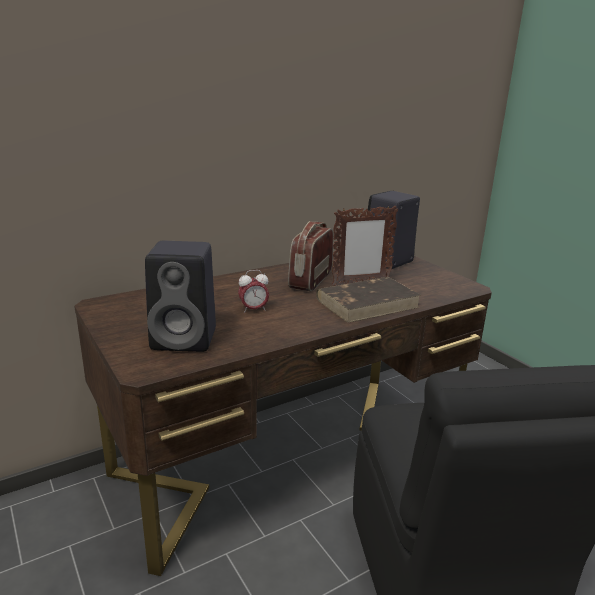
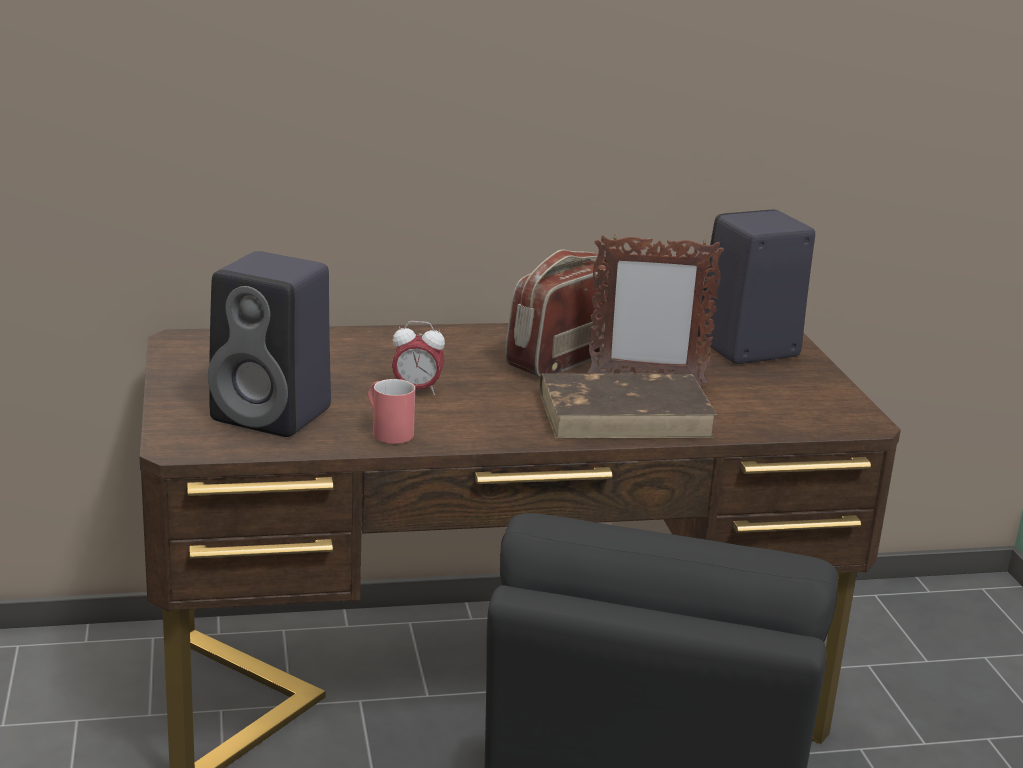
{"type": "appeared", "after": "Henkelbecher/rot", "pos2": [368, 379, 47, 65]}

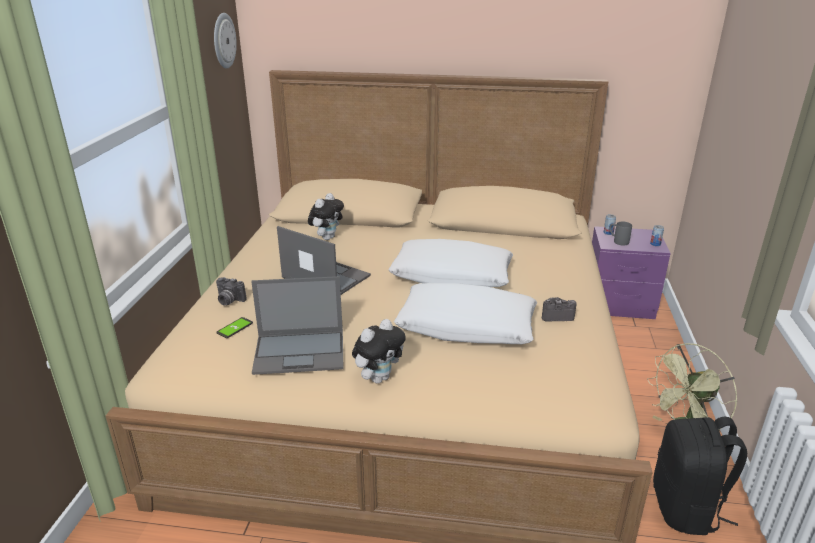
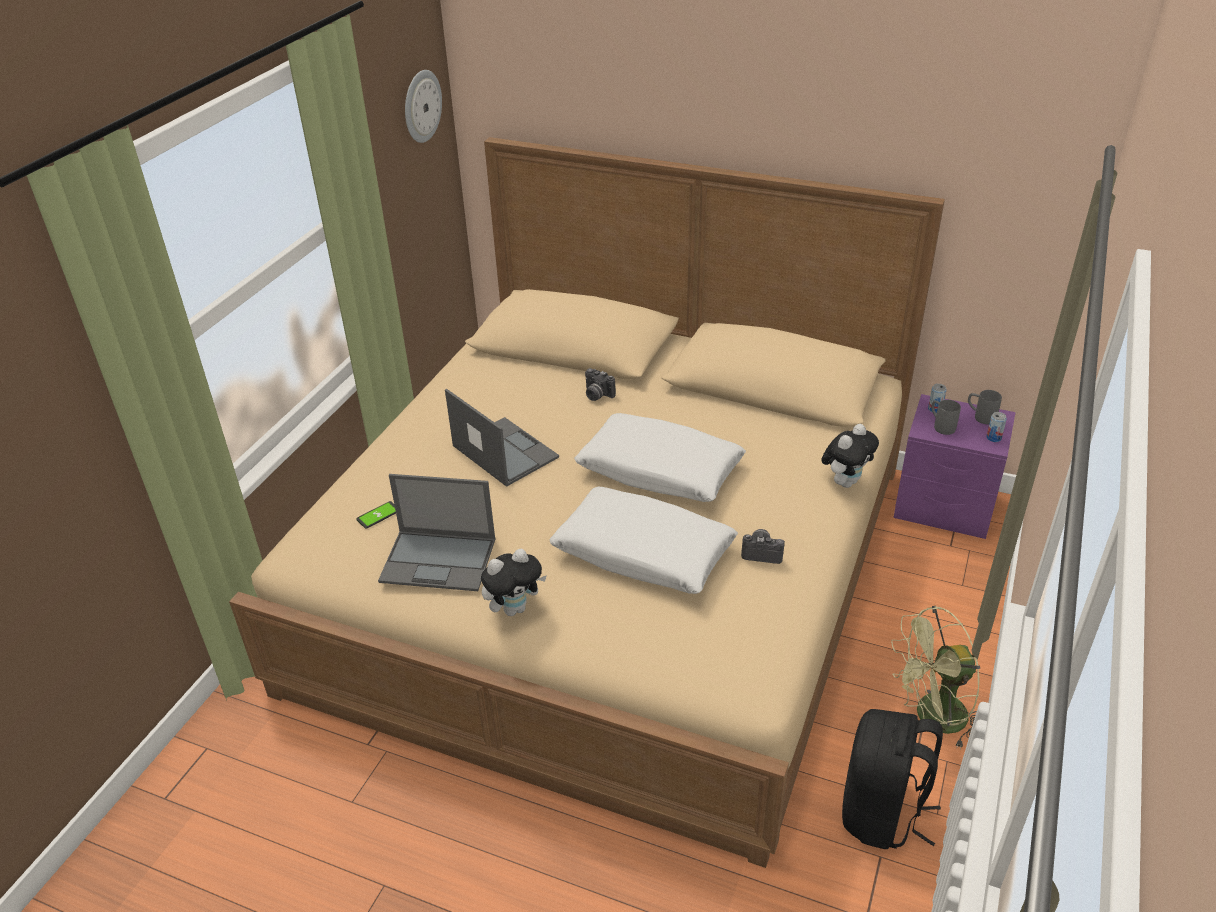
{"type": "relocated", "before": "Plüschtier", "pos1": [308, 193, 36, 47], "pos2": [821, 424, 58, 64]}
{"type": "relocated", "before": "Kamera", "pos1": [216, 277, 30, 29], "pos2": [585, 368, 31, 33]}
{"type": "appeared", "after": "Henkelbecher/grau", "pos2": [968, 390, 34, 34]}

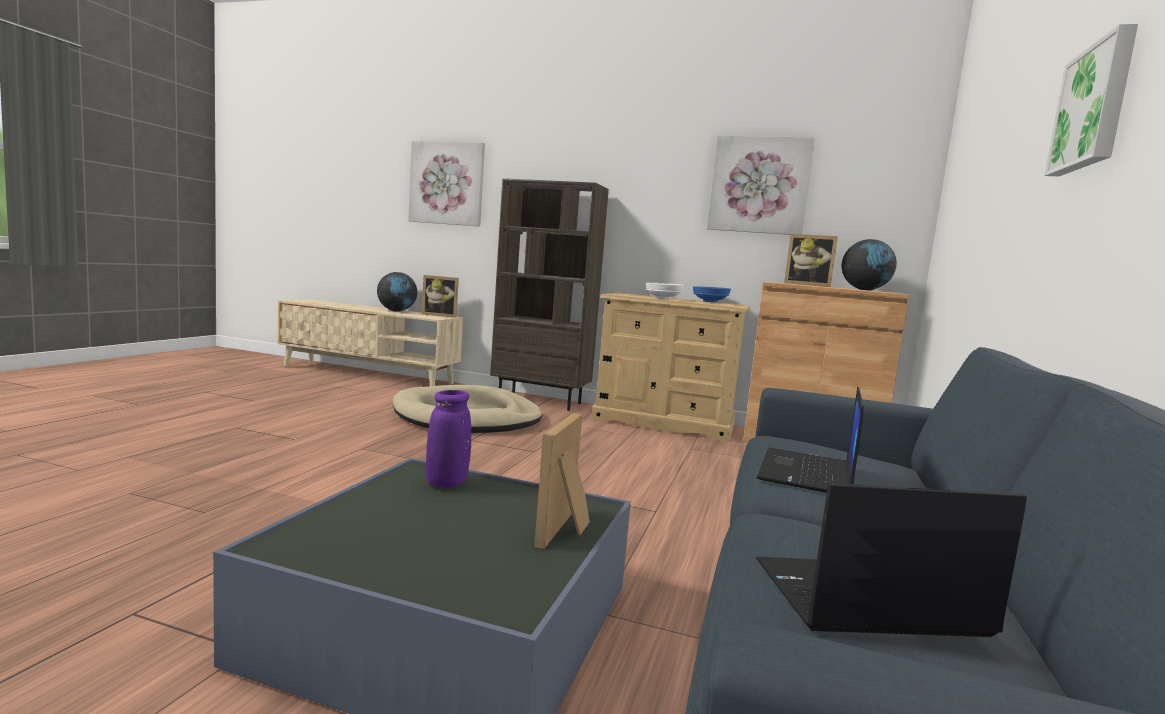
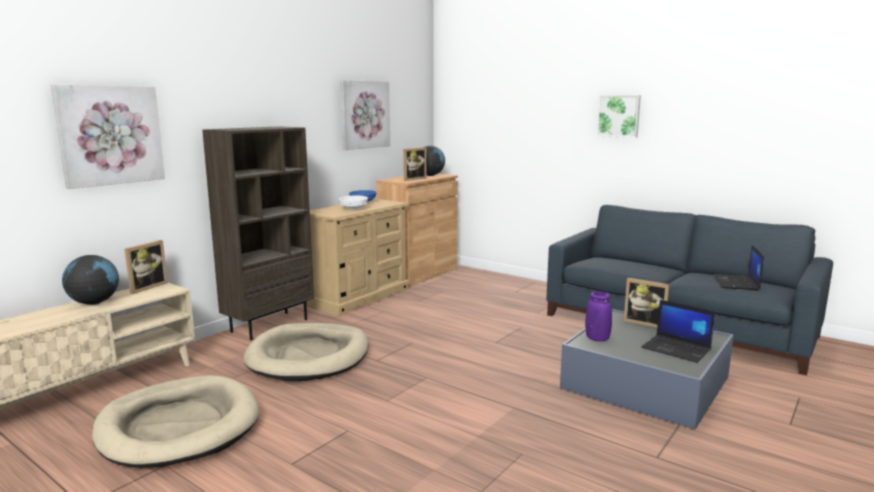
{"type": "relocated", "before": "Laptop", "pos1": [756, 387, 108, 106], "pos2": [641, 300, 74, 63]}
{"type": "appeared", "after": "Hundebett/beige", "pos2": [92, 375, 167, 93]}

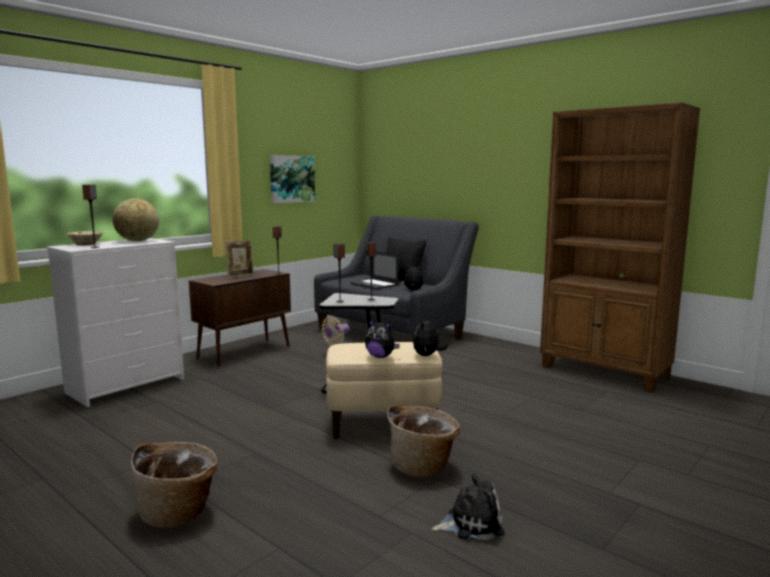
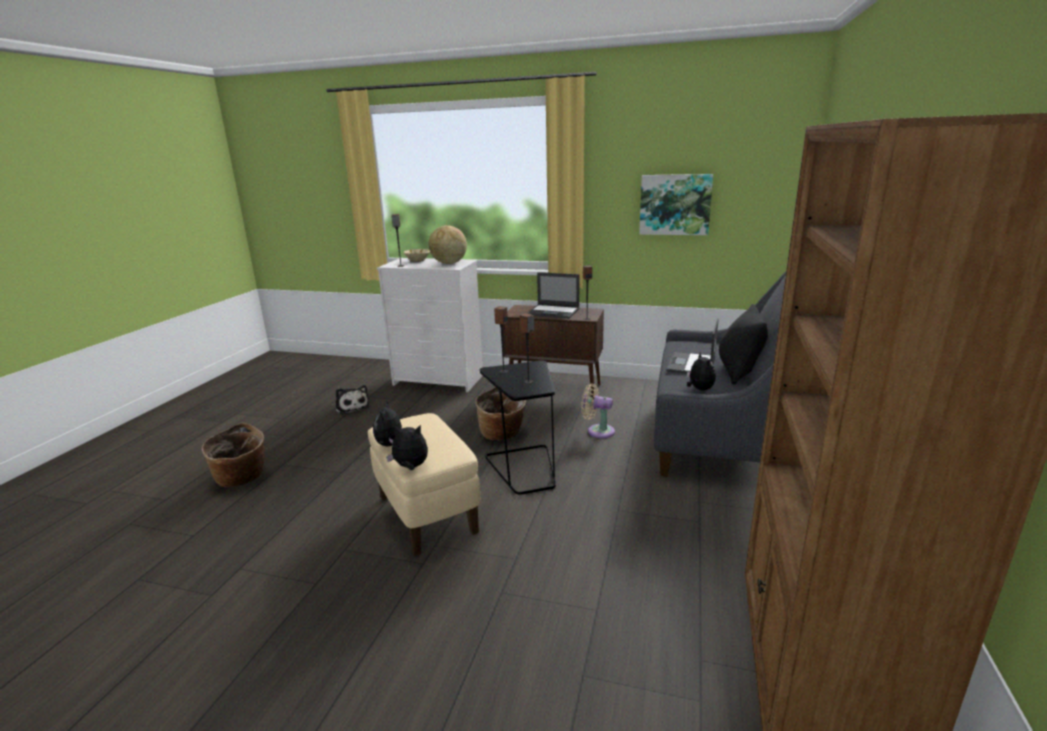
{"type": "exchanged", "before": "Bilderrahmen", "after": "Laptop", "pos1": [225, 240, 29, 38], "pos2": [527, 272, 52, 47]}
{"type": "relocated", "before": "Korb", "pos1": [387, 405, 73, 72], "pos2": [475, 387, 51, 53]}
{"type": "relocated", "before": "Plüschtier", "pos1": [431, 474, 74, 67], "pos2": [335, 385, 35, 30]}

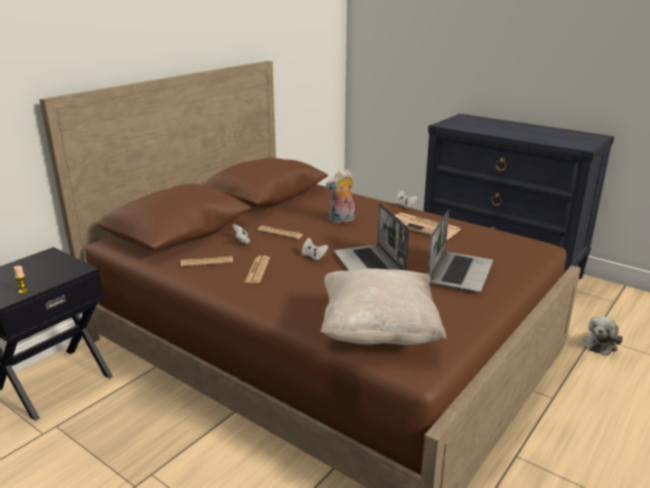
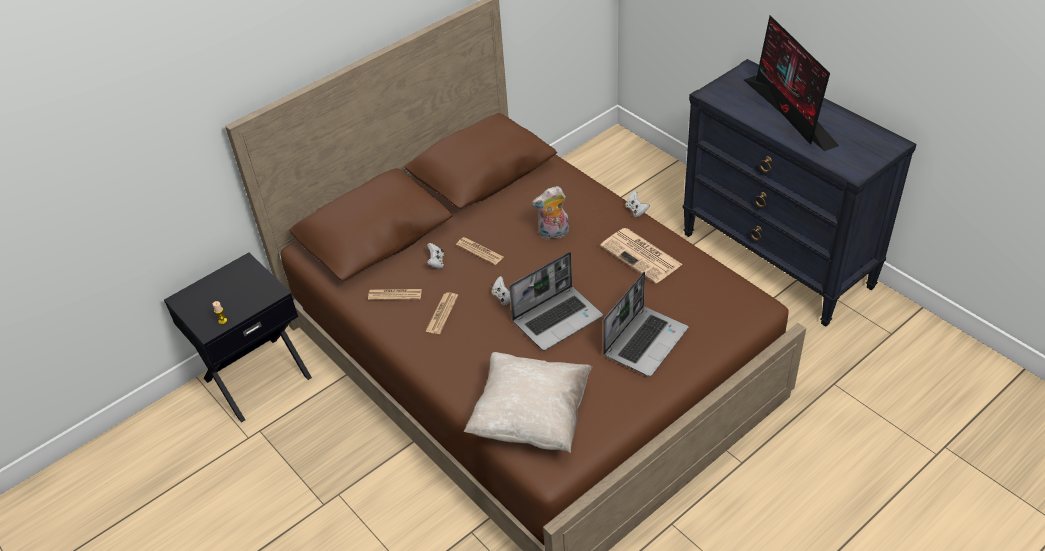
{"type": "spun", "before": "Laptop", "pos1": [334, 203, 75, 68], "pos2": [509, 252, 94, 99], "turn": -120}
{"type": "missing", "before": "Plüschtier", "pos1": [583, 316, 40, 40]}
{"type": "appeared", "after": "Monitor", "pos2": [744, 15, 95, 136]}

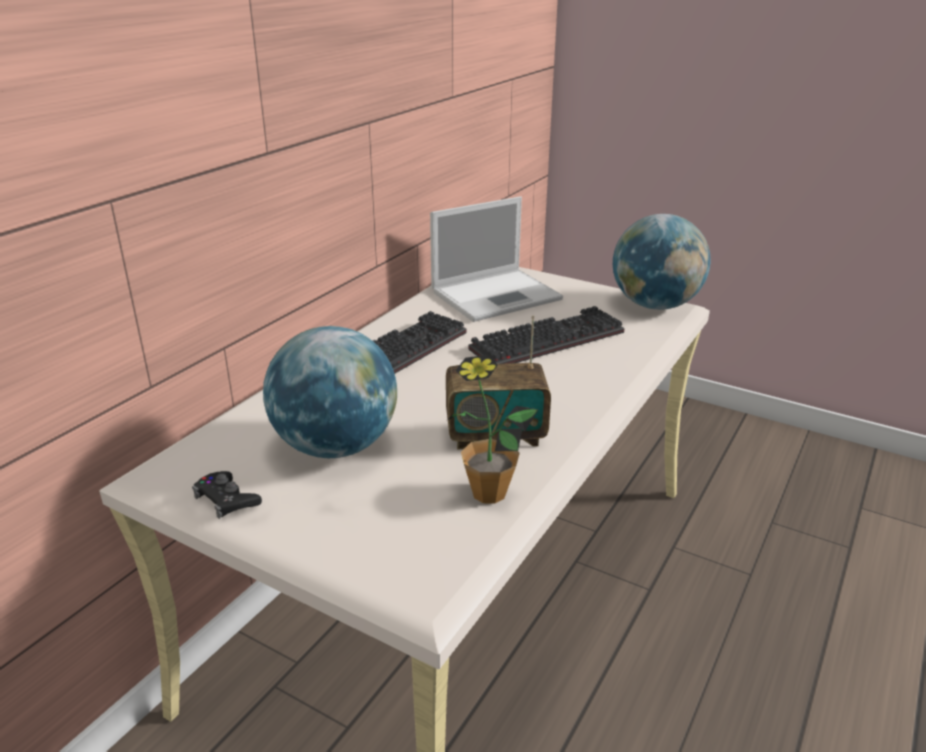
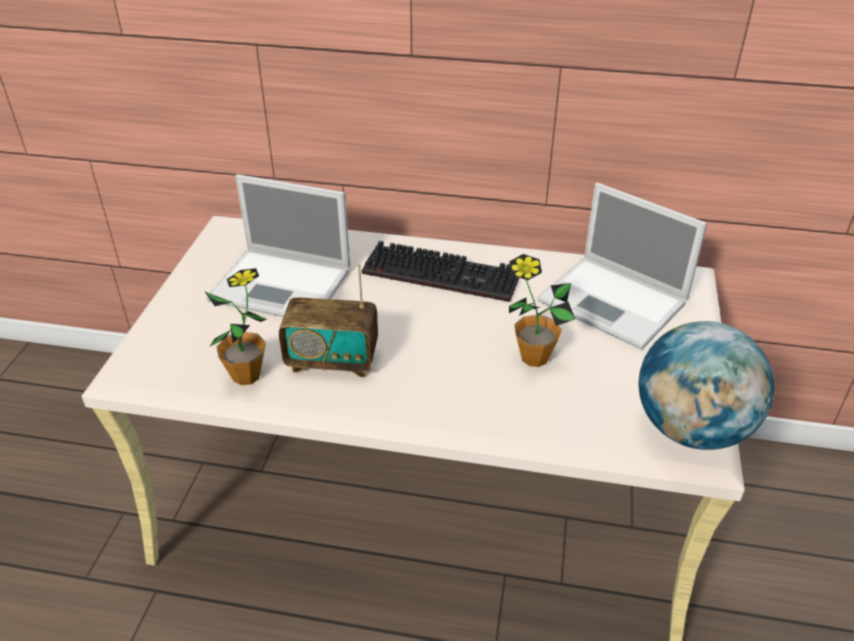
{"type": "exchanged", "before": "Tastatur", "after": "Topfpflanze", "pos1": [468, 306, 157, 58], "pos2": [509, 254, 66, 113]}
{"type": "spun", "before": "Radio", "pos1": [446, 315, 105, 134], "pos2": [279, 264, 99, 113], "turn": -60}
{"type": "exchanged", "before": "Globus", "after": "Laptop", "pos1": [263, 326, 134, 132], "pos2": [206, 174, 144, 143]}
{"type": "missing", "before": "Gamepad/schwarz", "pos1": [192, 471, 70, 48]}

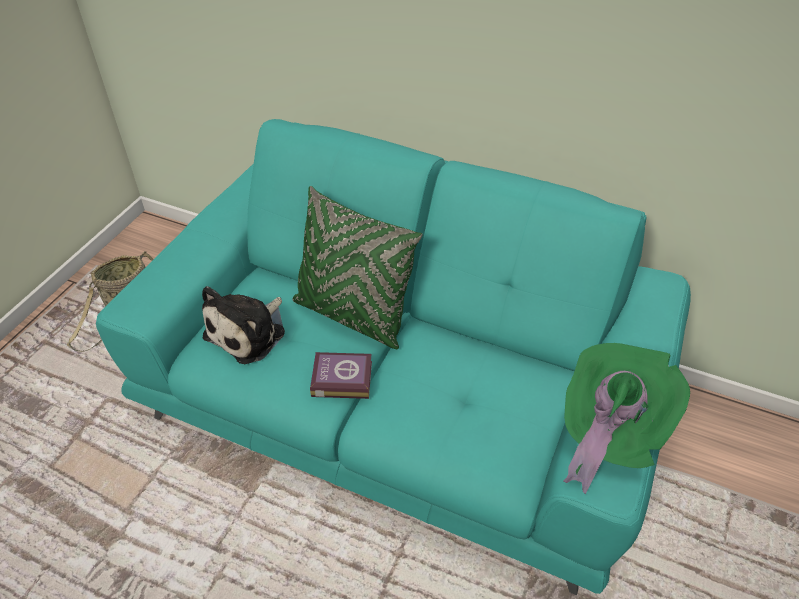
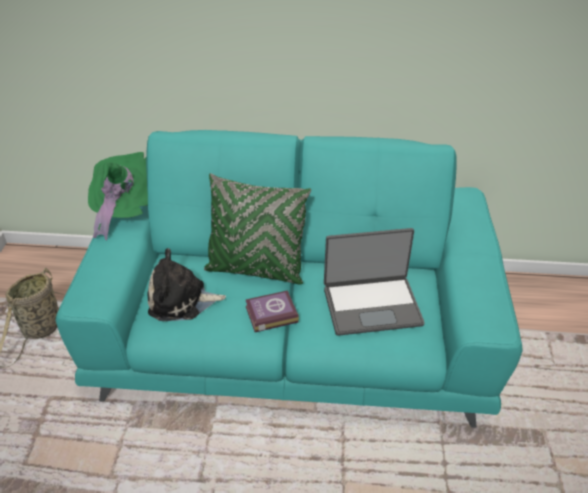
{"type": "spun", "before": "Plüschtier", "pos1": [202, 286, 83, 78], "pos2": [148, 248, 78, 73], "turn": 75}
{"type": "relocated", "before": "Hut/grün", "pos1": [563, 343, 127, 151], "pos2": [88, 152, 60, 89]}
{"type": "appeared", "after": "Laptop", "pos2": [324, 228, 101, 108]}

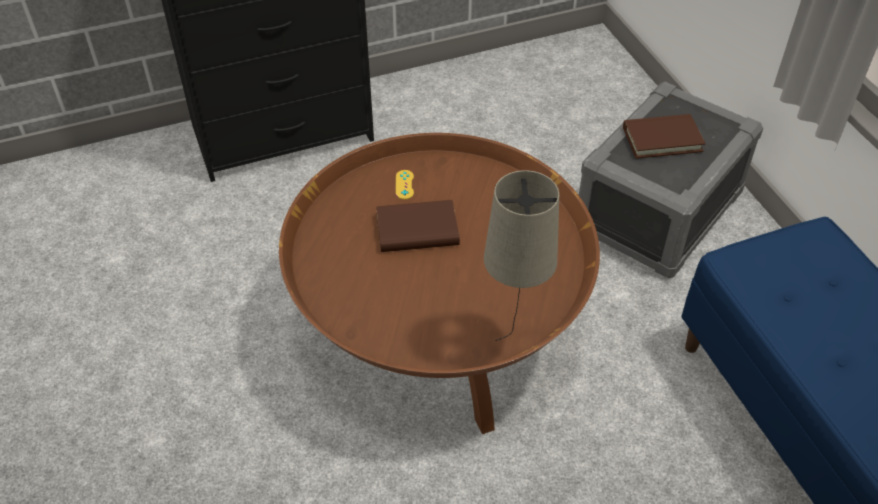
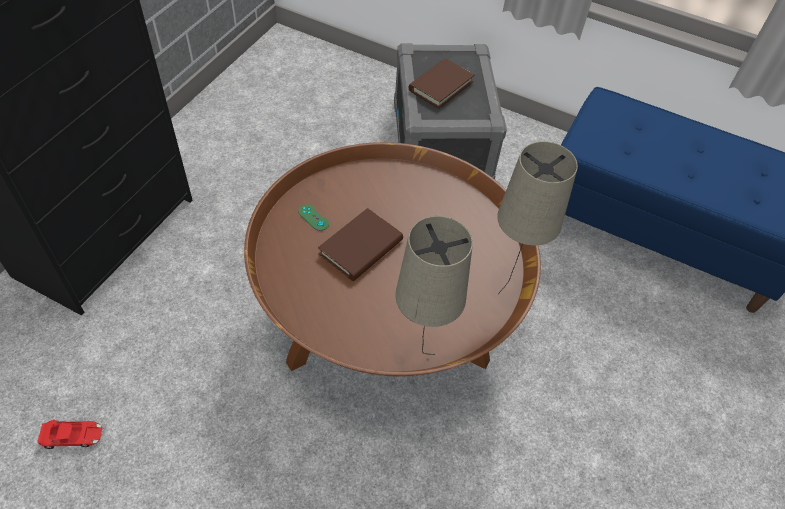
{"type": "colour", "before": "Gamepad/gelb", "after": "Gamepad/grün", "pos1": [396, 170, 18, 29], "pos2": [298, 204, 31, 27]}
{"type": "appeared", "after": "Tischlampe/beige", "pos2": [395, 216, 78, 139]}
{"type": "appeared", "after": "Spielzeugauto/rot", "pos2": [37, 420, 65, 29]}

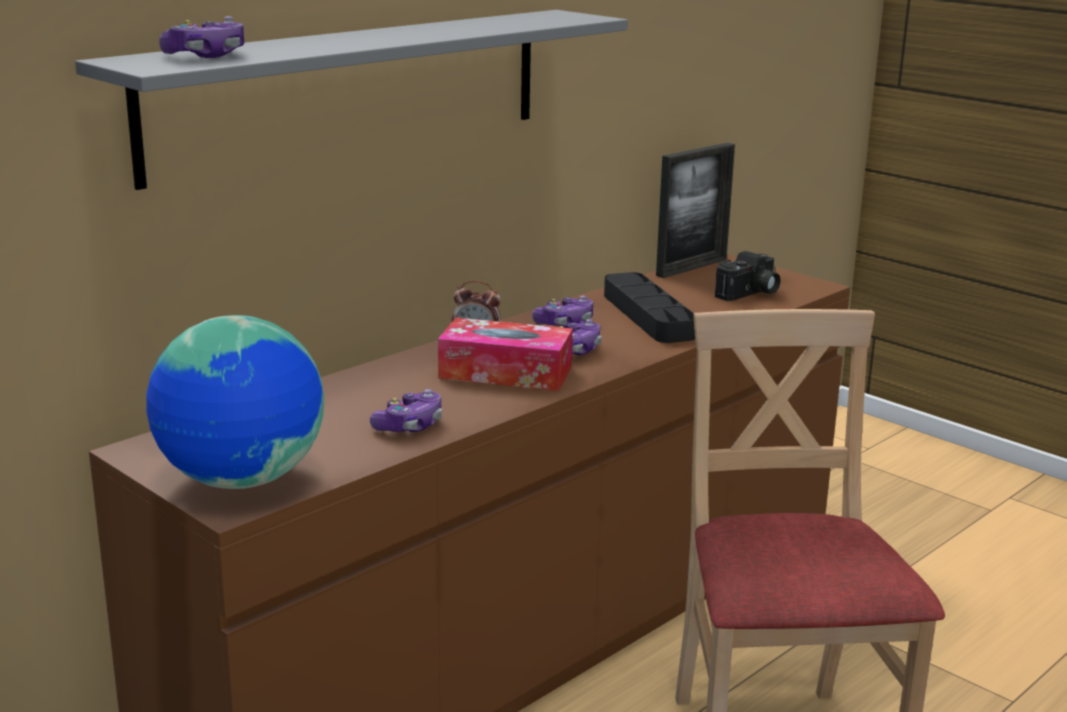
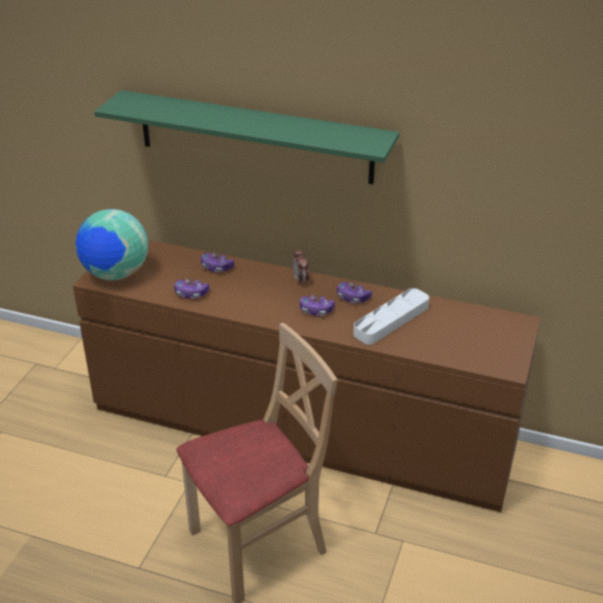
{"type": "colour", "before": "Wandregal/grau", "after": "Wandregal/grün", "pos1": [75, 10, 553, 180], "pos2": [94, 90, 305, 94]}
{"type": "relocated", "before": "Gamepad", "pos1": [159, 16, 85, 42], "pos2": [201, 253, 34, 19]}
{"type": "missing", "before": "Bilderrahmen", "pos1": [656, 143, 79, 135]}
{"type": "missing", "before": "Kamera", "pos1": [715, 251, 66, 50]}
{"type": "colour", "before": "Tablett/schwarz", "after": "Tablett/weiß", "pos1": [604, 272, 91, 71], "pos2": [353, 288, 76, 56]}
{"type": "missing", "before": "Taschentuchbox", "pos1": [438, 318, 135, 73]}

